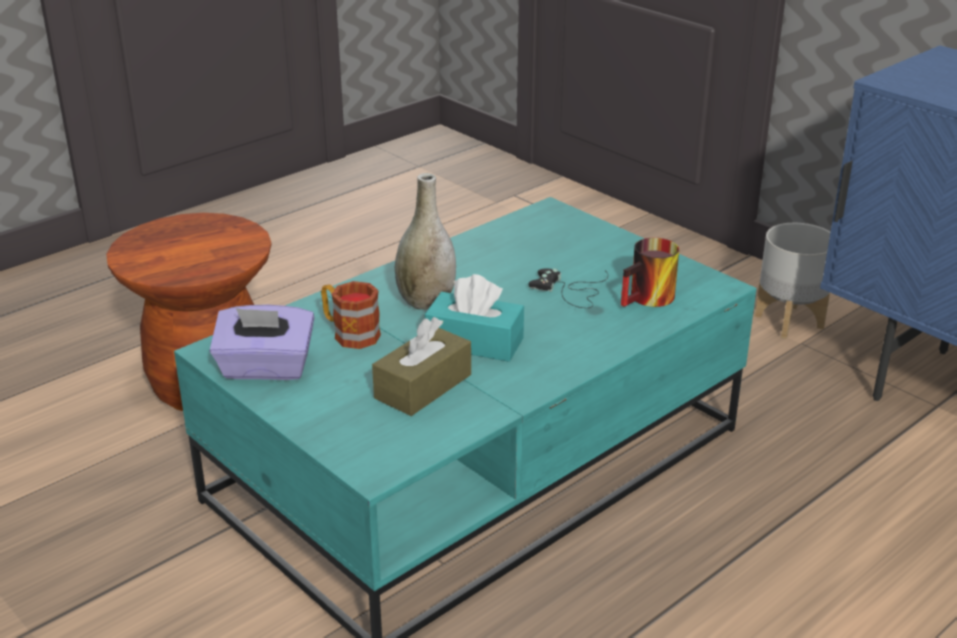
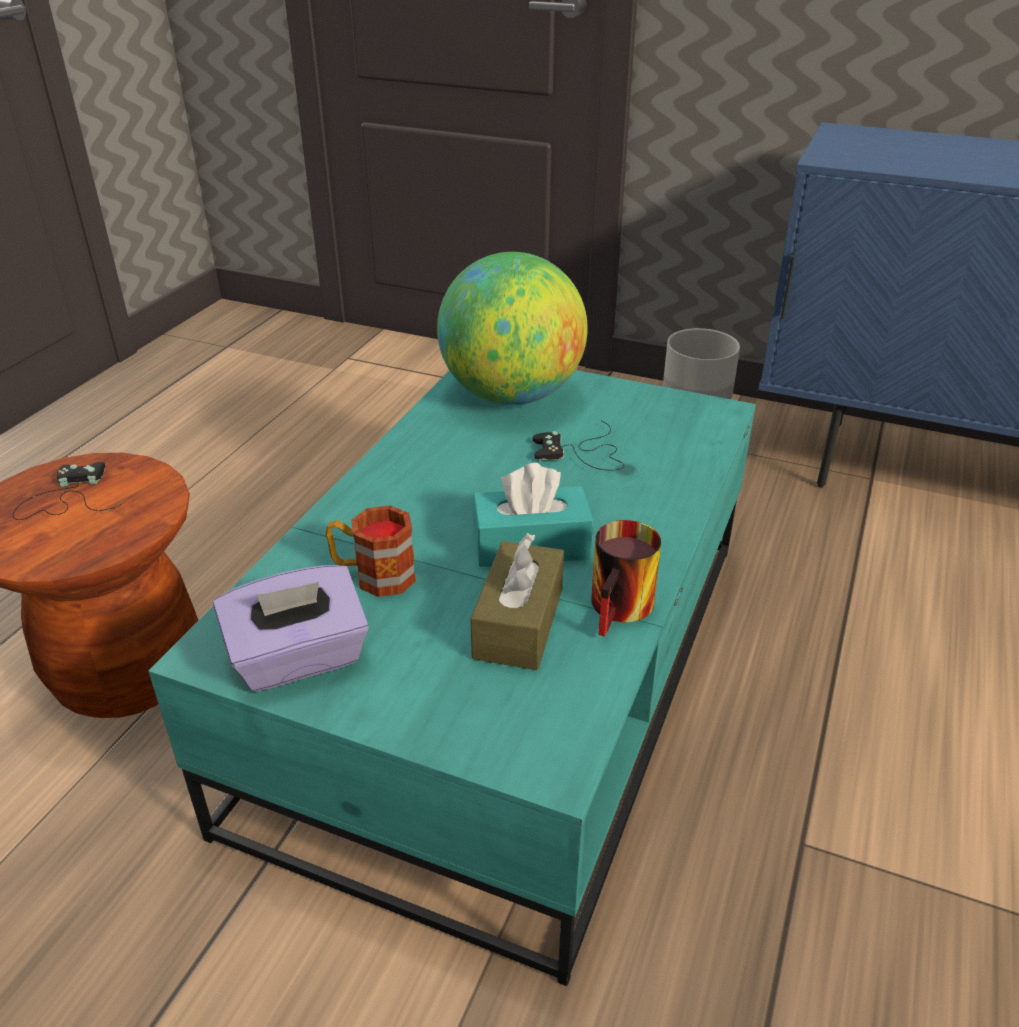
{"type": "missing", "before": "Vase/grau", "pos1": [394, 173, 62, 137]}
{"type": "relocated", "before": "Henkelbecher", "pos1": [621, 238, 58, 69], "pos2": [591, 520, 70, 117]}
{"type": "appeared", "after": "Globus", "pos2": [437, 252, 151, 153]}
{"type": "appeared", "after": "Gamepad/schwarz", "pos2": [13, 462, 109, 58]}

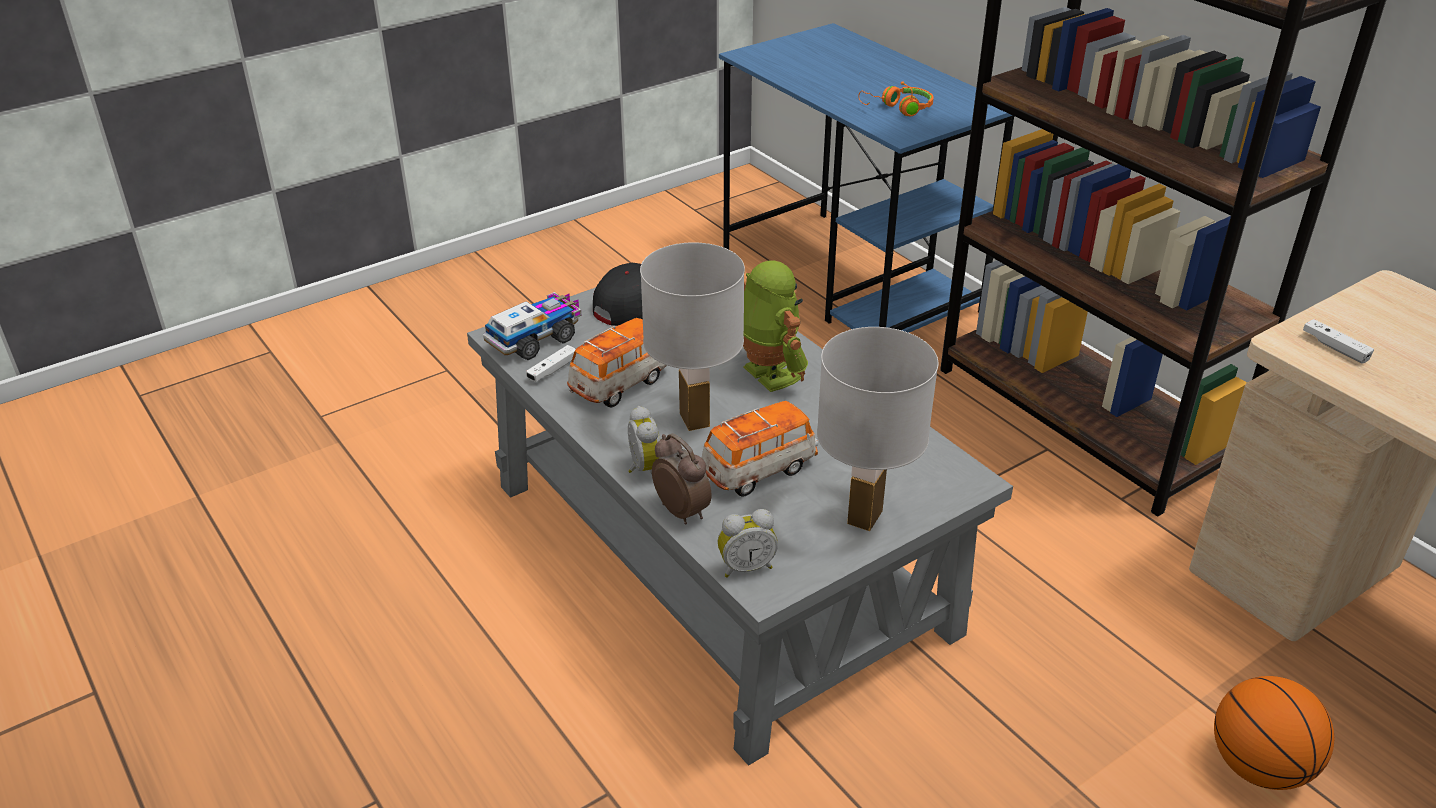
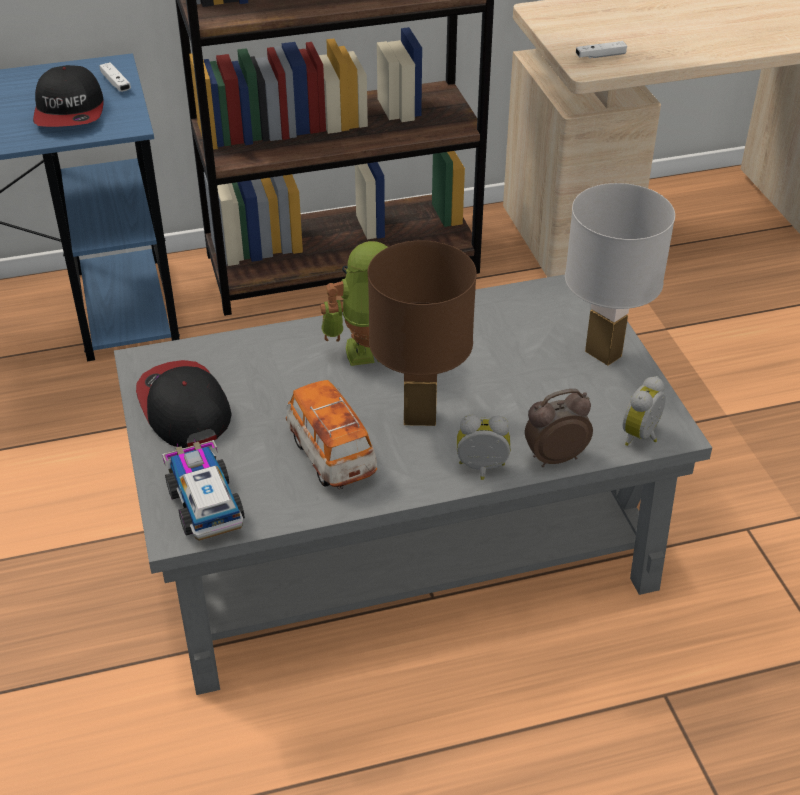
{"type": "exchanged", "before": "Kopfhörer/orange", "after": "Kappe", "pos1": [858, 81, 76, 35], "pos2": [33, 65, 71, 62]}
{"type": "colour", "before": "Tischlampe/weiß", "after": "Tischlampe/braun", "pos1": [640, 242, 105, 189], "pos2": [368, 240, 109, 186]}
{"type": "relocated", "before": "Gamepad/weiß", "pos1": [526, 345, 50, 37], "pos2": [99, 62, 32, 30]}
{"type": "missing", "before": "Spielzeugauto", "pos1": [702, 401, 116, 96]}
{"type": "spun", "before": "Wecker", "pos1": [718, 509, 60, 69], "pos2": [622, 376, 44, 70], "turn": -150}
{"type": "missing", "before": "Basketball", "pos1": [1214, 676, 120, 114]}

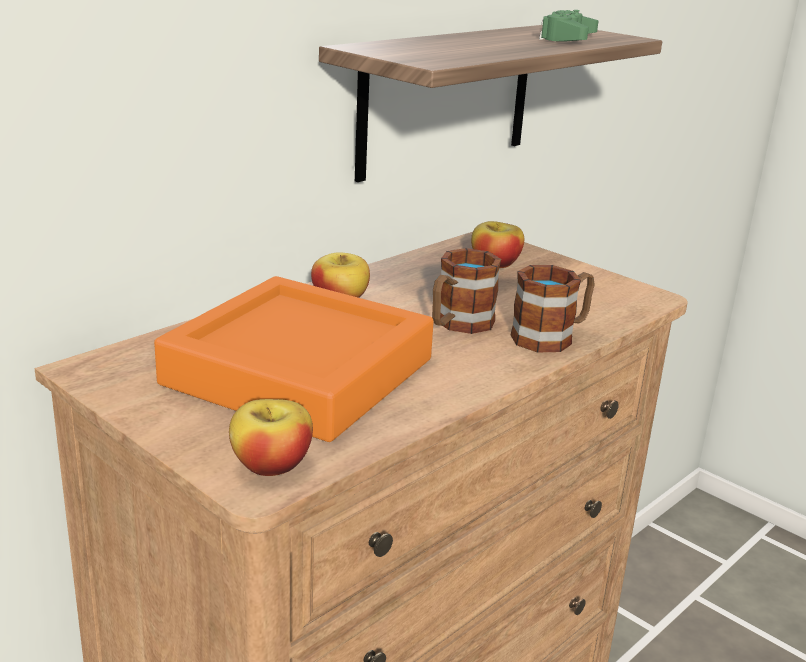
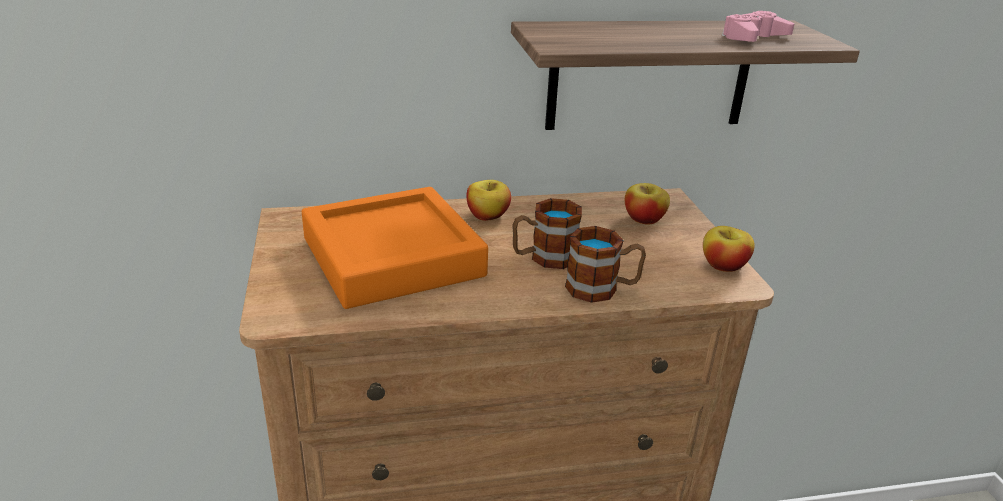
{"type": "colour", "before": "Gamepad/grün", "after": "Gamepad/rosa", "pos1": [539, 10, 60, 32], "pos2": [722, 11, 72, 31]}
{"type": "relocated", "before": "Apfel", "pos1": [229, 399, 84, 77], "pos2": [703, 226, 52, 46]}

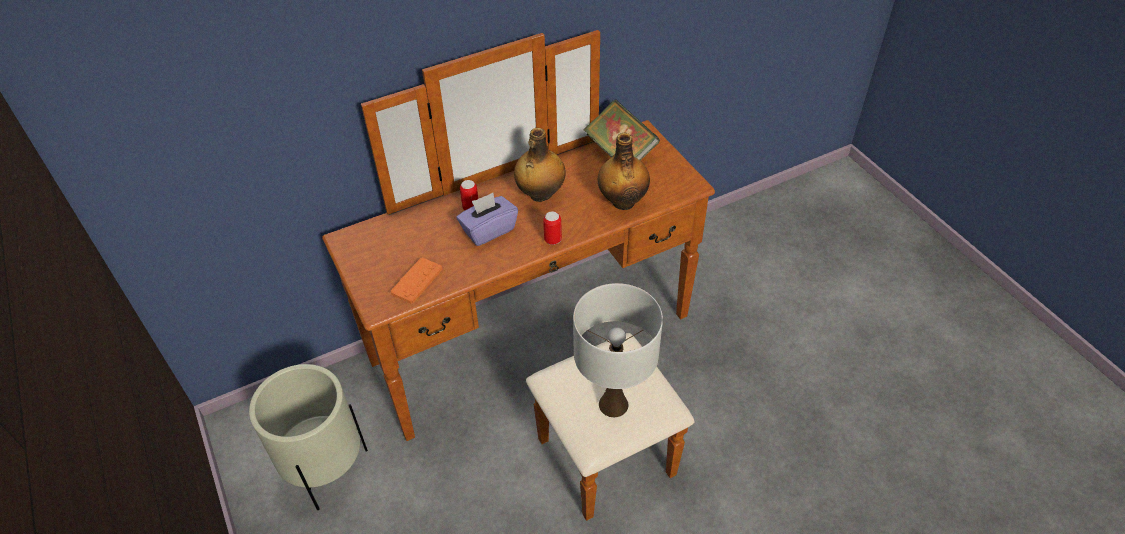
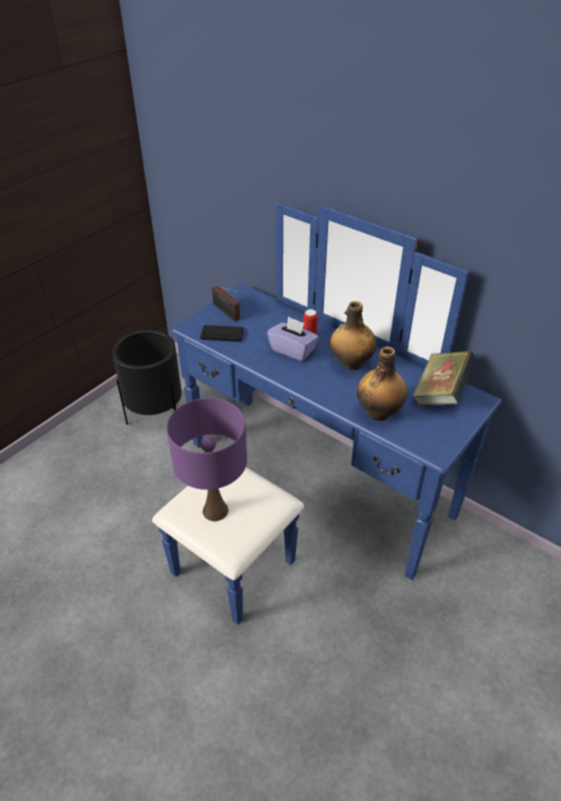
{"type": "colour", "before": "Kommode/braun", "after": "Kommode/blau", "pos1": [322, 30, 393, 491], "pos2": [152, 202, 350, 422]}
{"type": "missing", "before": "Dose", "pos1": [543, 211, 19, 34]}
{"type": "colour", "before": "Gamepad/orange", "after": "Gamepad/schwarz", "pos1": [391, 257, 52, 47], "pos2": [200, 325, 44, 17]}
{"type": "colour", "before": "Tischlampe/weiß", "after": "Tischlampe/lila", "pos1": [573, 283, 90, 134], "pos2": [167, 398, 80, 123]}
{"type": "colour", "before": "Pflanzkübel/beige", "after": "Pflanzkübel/schwarz", "pos1": [249, 364, 119, 146], "pos2": [112, 330, 70, 95]}
{"type": "appeared", "after": "Radio", "pos2": [212, 286, 28, 35]}

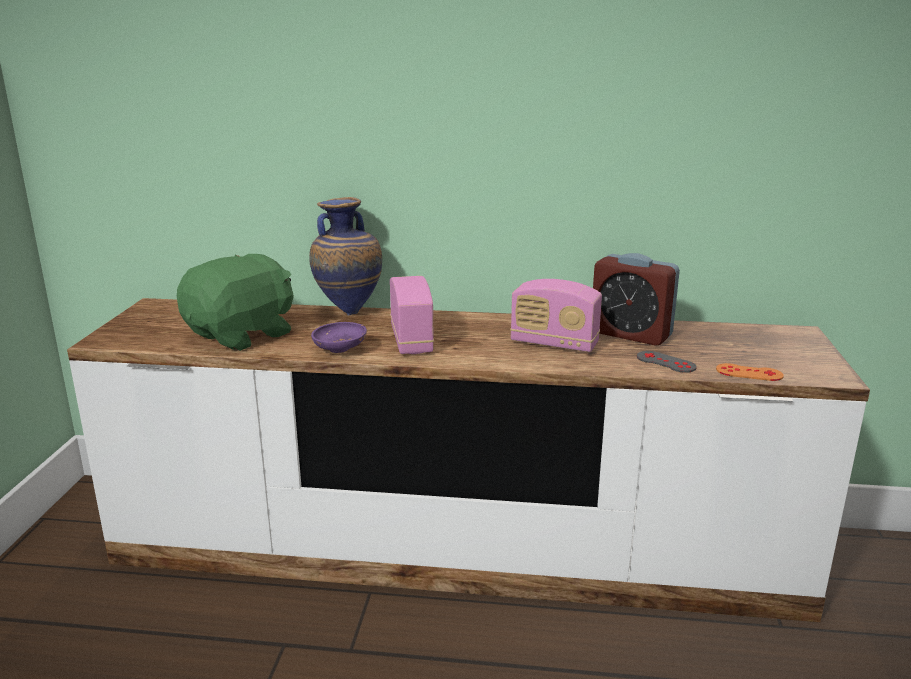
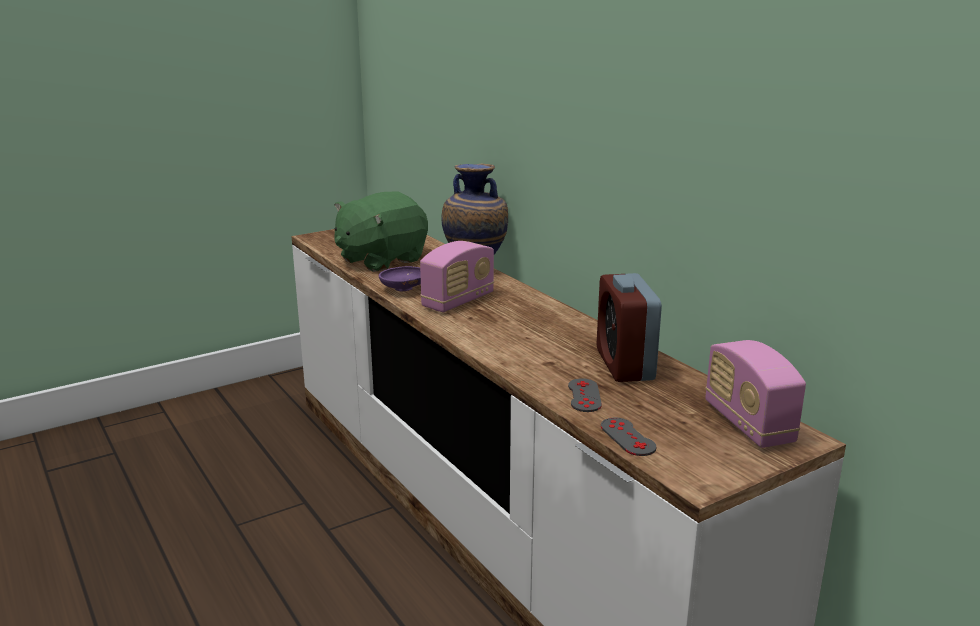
{"type": "spun", "before": "Plüschtier/grün", "pos1": [177, 254, 117, 97], "pos2": [334, 192, 94, 80], "turn": 135}
{"type": "relocated", "before": "Radio", "pos1": [510, 279, 92, 73], "pos2": [705, 340, 101, 108]}
{"type": "colour", "before": "Gamepad/orange", "after": "Gamepad/grau", "pos1": [716, 363, 68, 18], "pos2": [601, 418, 55, 38]}

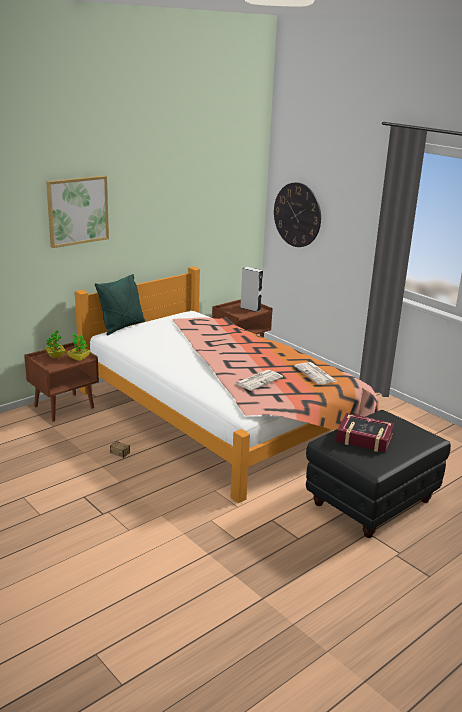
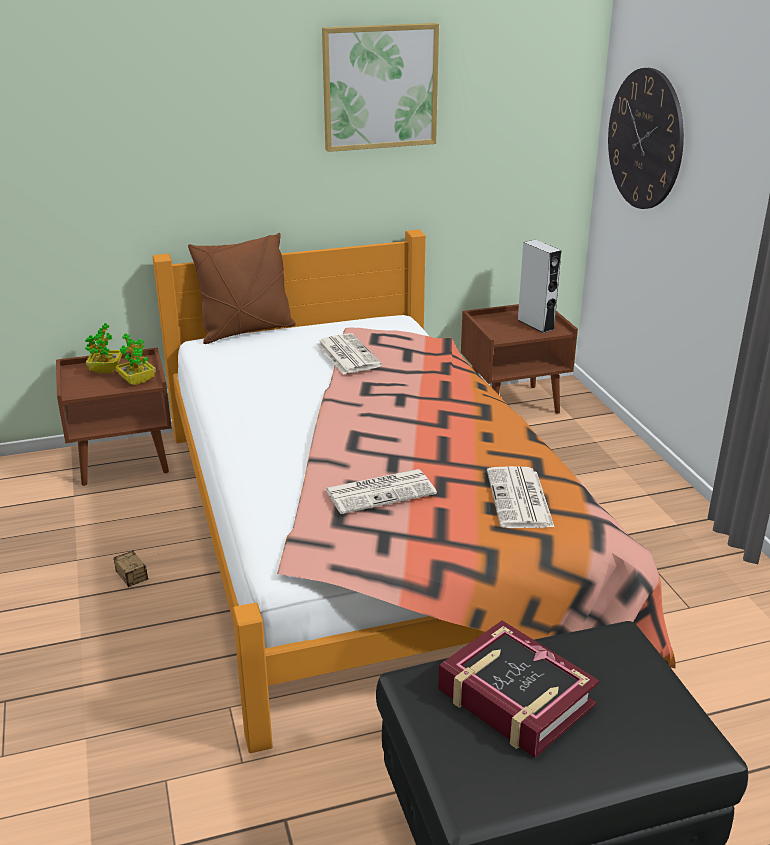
{"type": "relocated", "before": "Bild", "pos1": [46, 175, 63, 73], "pos2": [322, 23, 117, 129]}
{"type": "colour", "before": "Kissen/grün", "after": "Kissen/braun", "pos1": [95, 274, 50, 62], "pos2": [188, 233, 108, 111]}
{"type": "appeared", "after": "Zeitung", "pos2": [317, 333, 65, 41]}

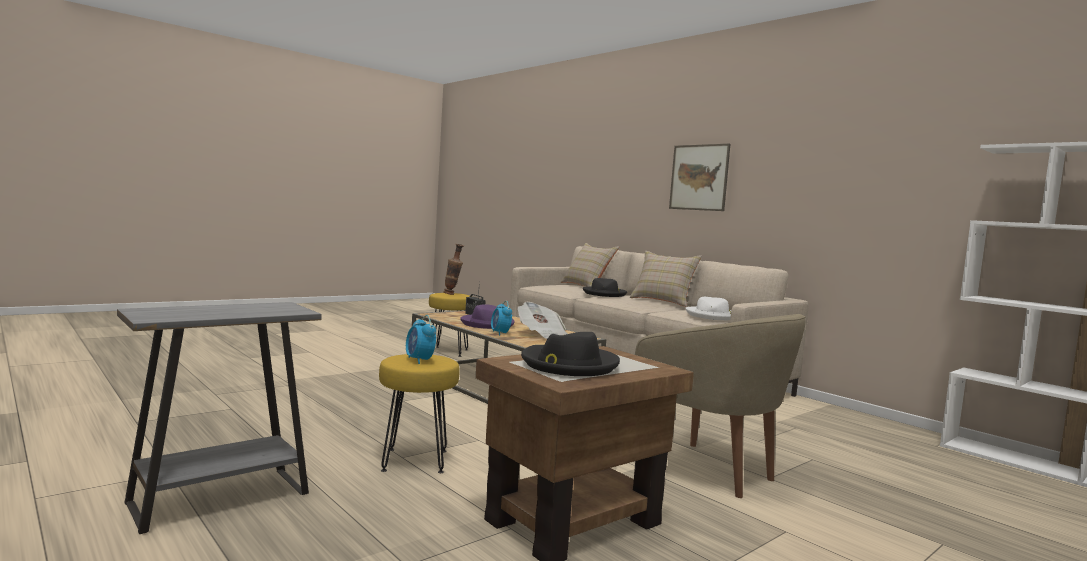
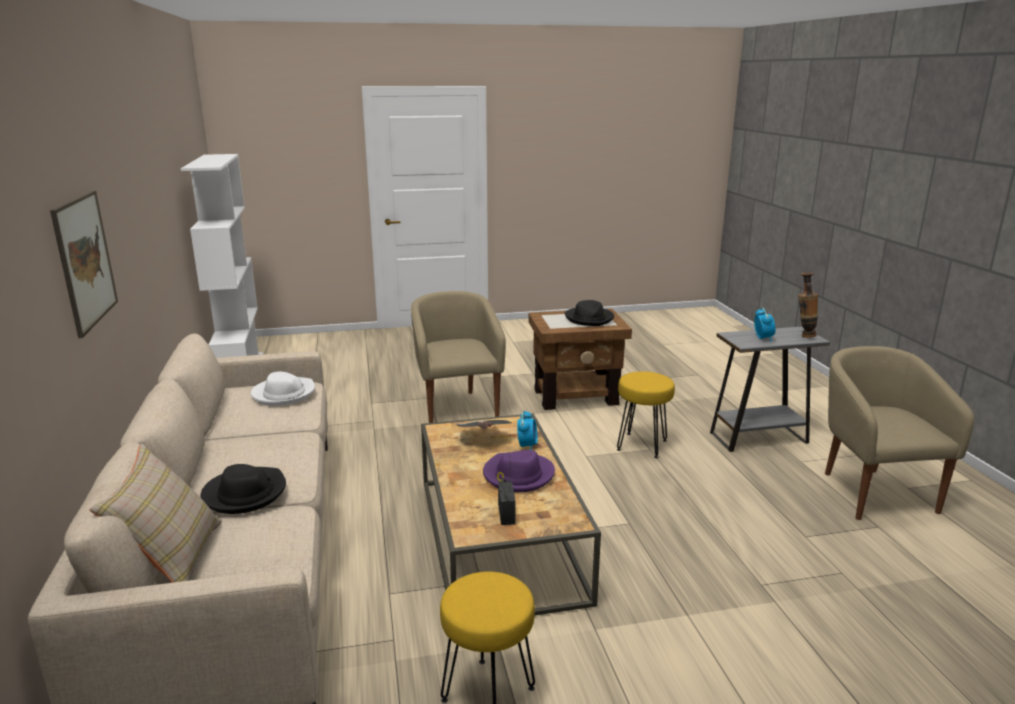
{"type": "relocated", "before": "Vase", "pos1": [443, 244, 21, 51], "pos2": [798, 273, 21, 65]}
{"type": "missing", "before": "Kissen/beige", "pos1": [630, 251, 72, 56]}
{"type": "relocated", "before": "Wecker", "pos1": [406, 315, 30, 49], "pos2": [754, 307, 22, 35]}
{"type": "appeared", "after": "Sessel/beige", "pos2": [825, 346, 149, 174]}

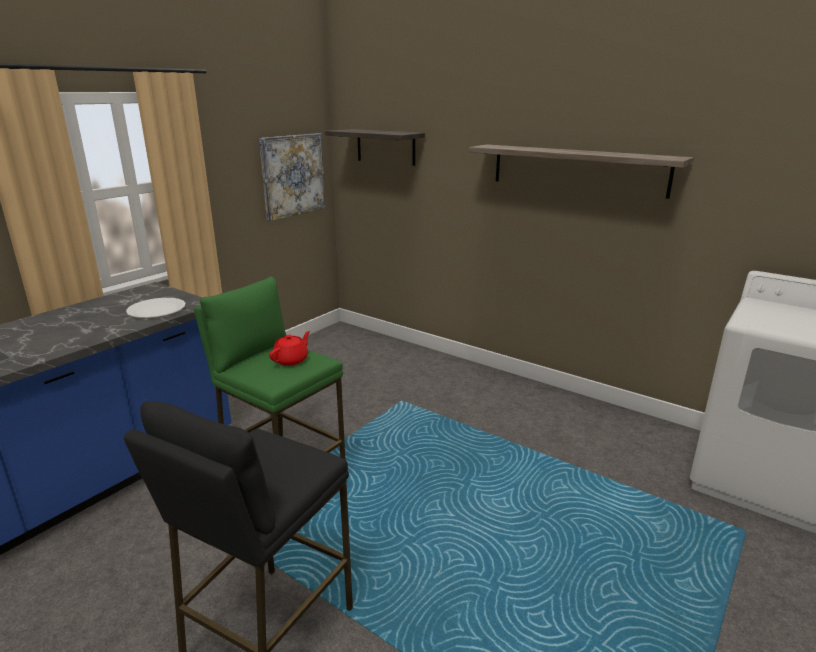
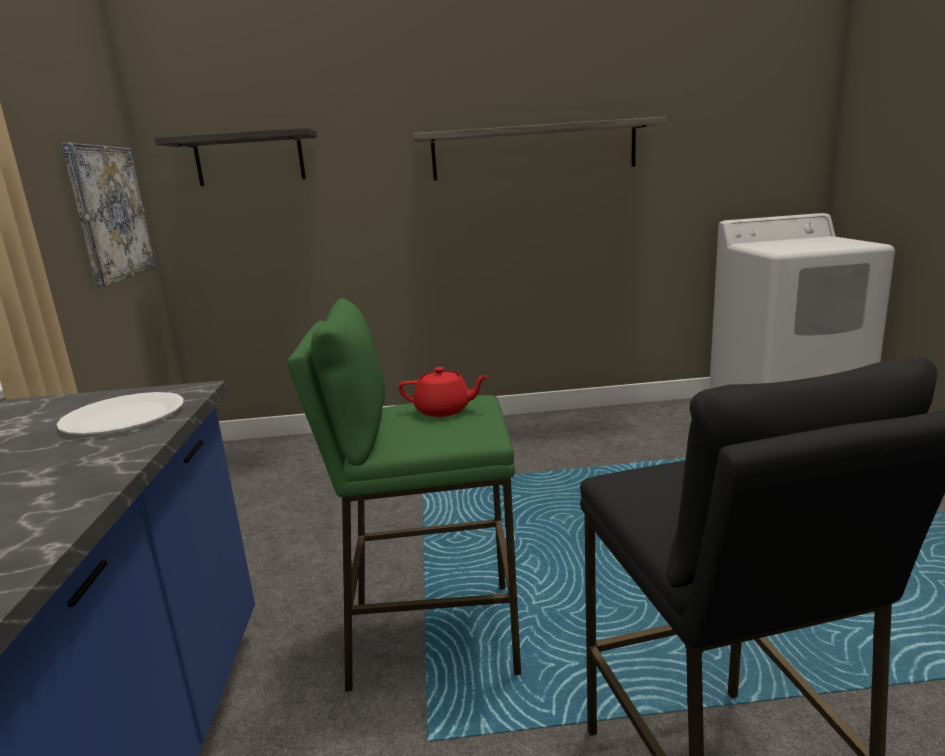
{"type": "spun", "before": "Teekanne/rot", "pos1": [269, 331, 41, 35], "pos2": [398, 367, 91, 50], "turn": 105}

